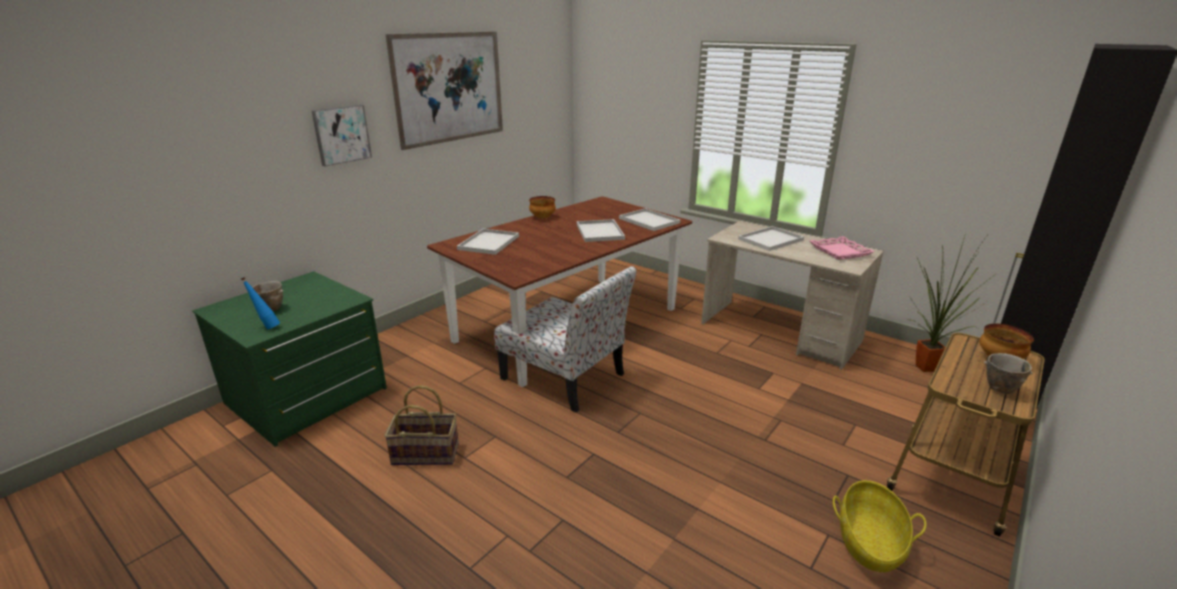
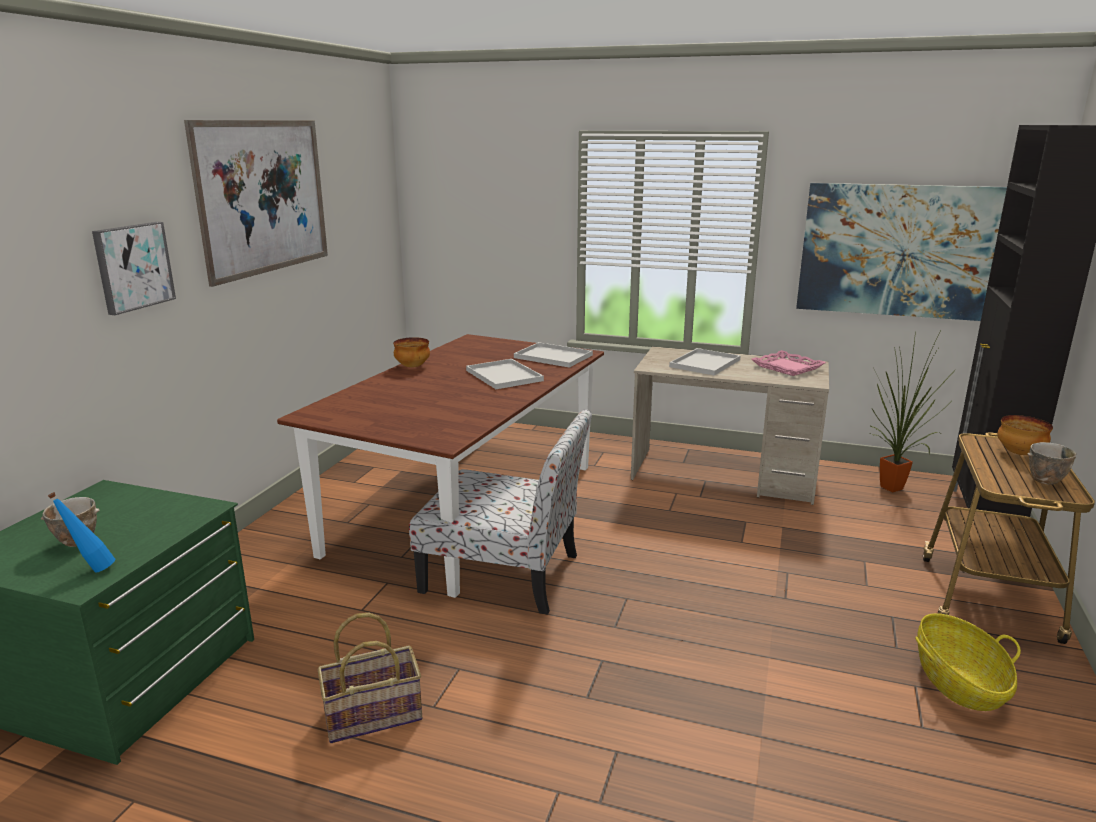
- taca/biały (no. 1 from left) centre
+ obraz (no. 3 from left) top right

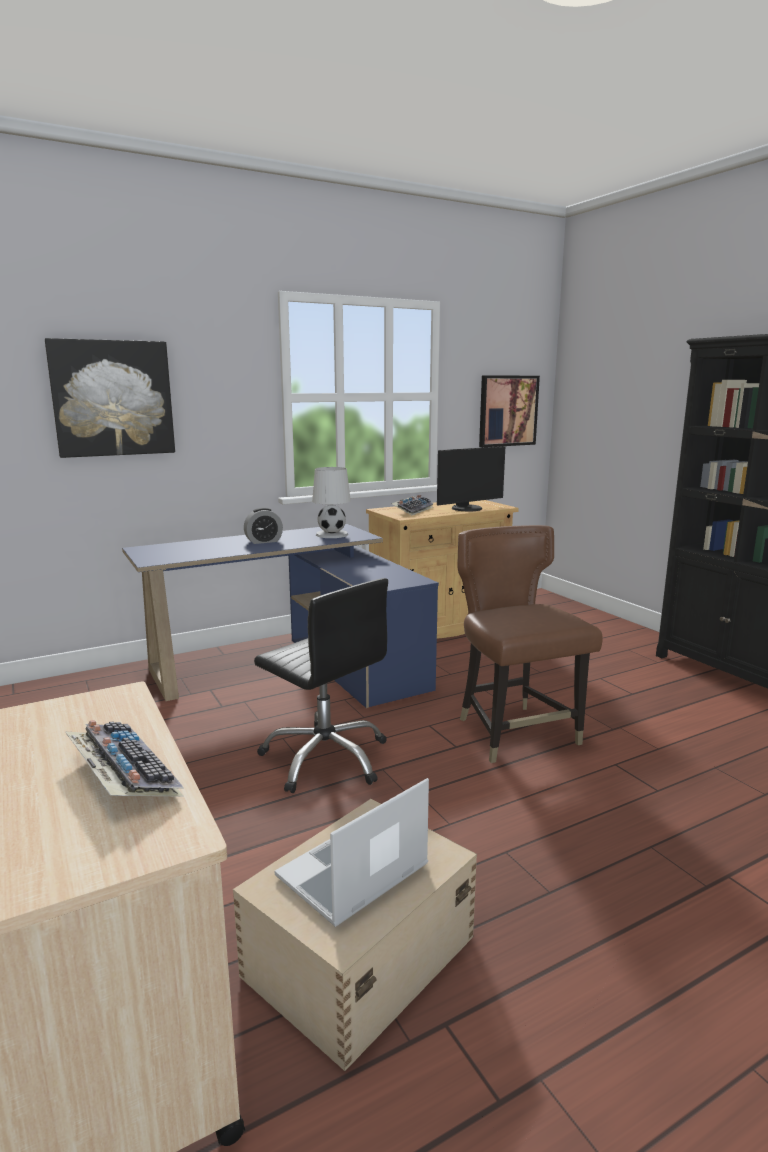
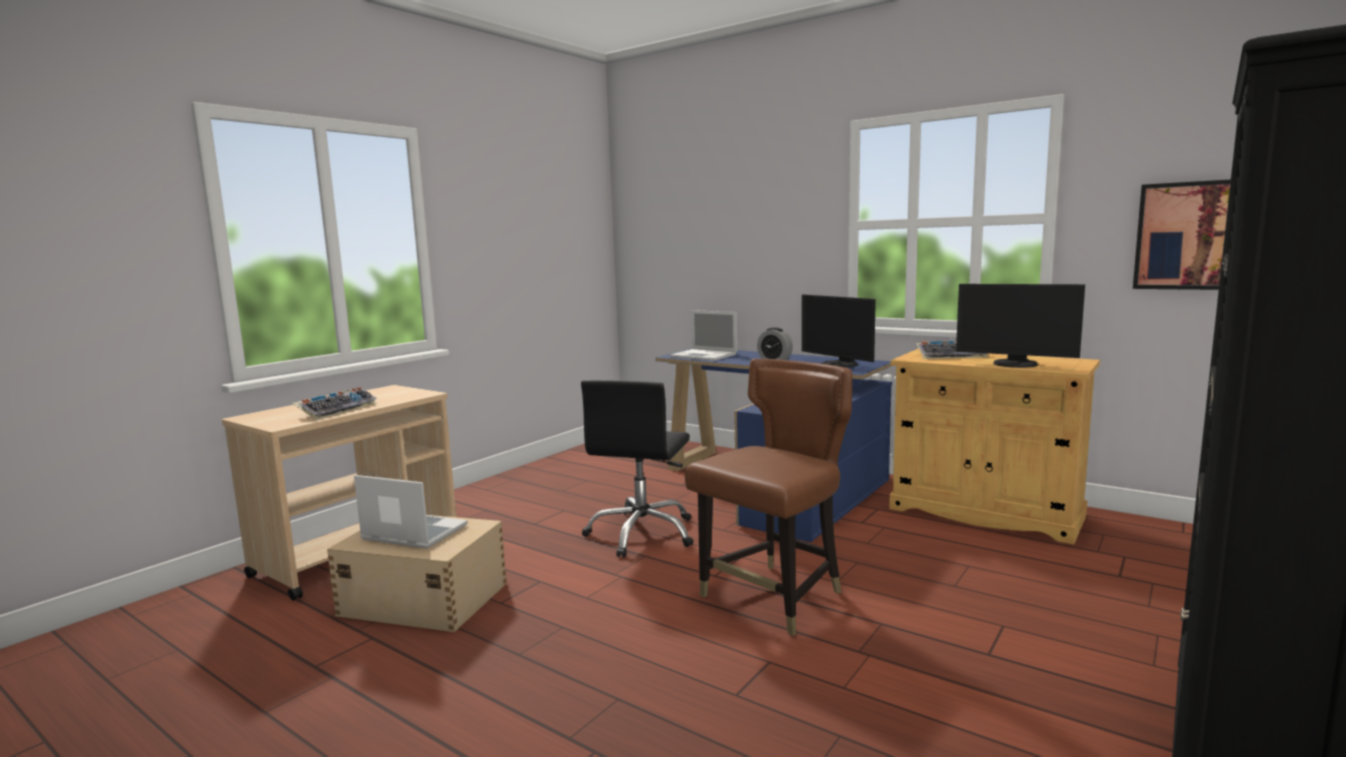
- obraz (no. 1 from left) middle left
~ lampa stołowa/biały centre to monitor (no. 1 from left) centre
+ laptop (no. 2 from left) centre

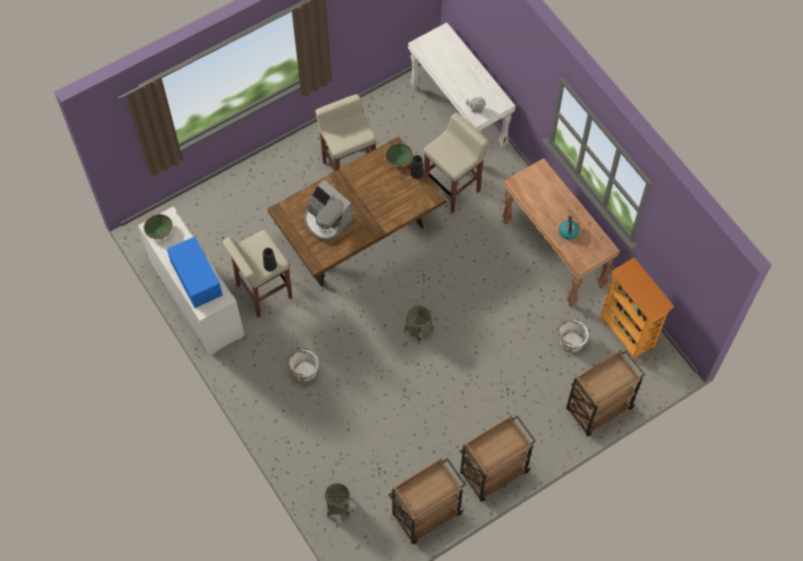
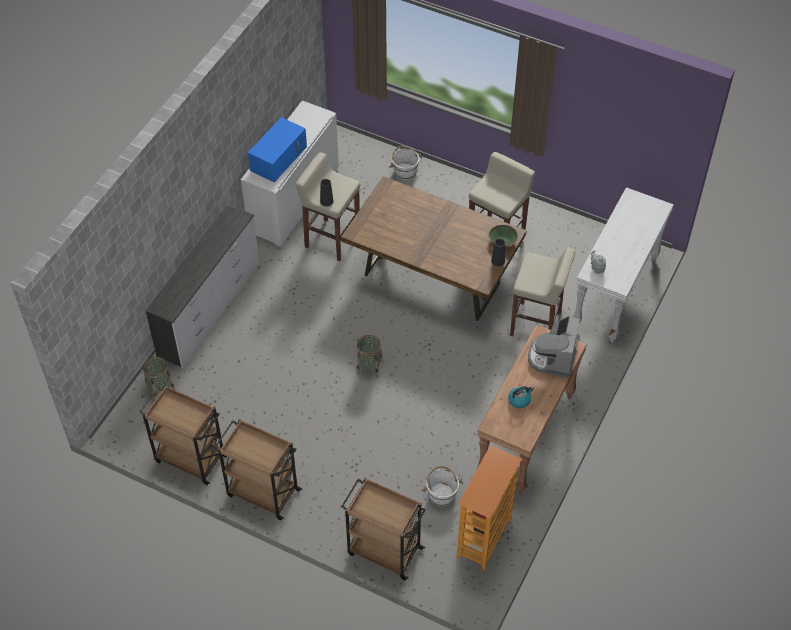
~ ekspres do kawy centre to middle right
- miska/zielony (no. 1 from left) middle left
~ wiadro/biały (no. 1 from left) centre to top centre
+ komoda/biały middle left

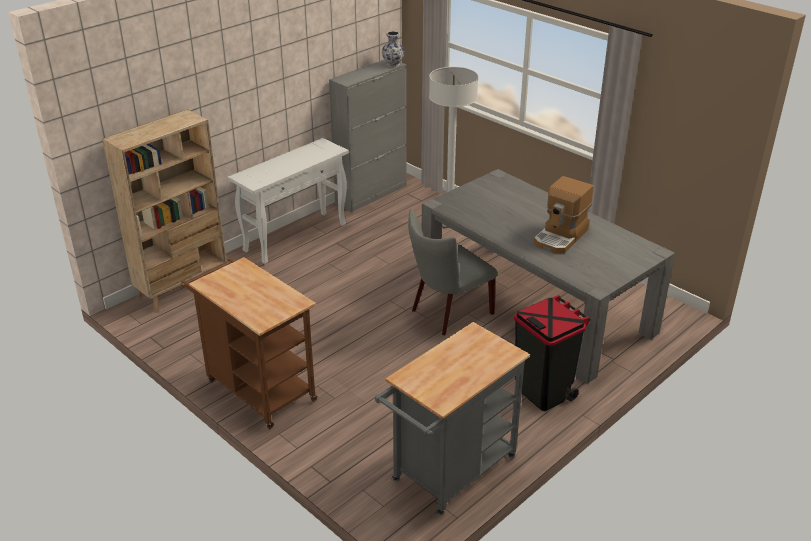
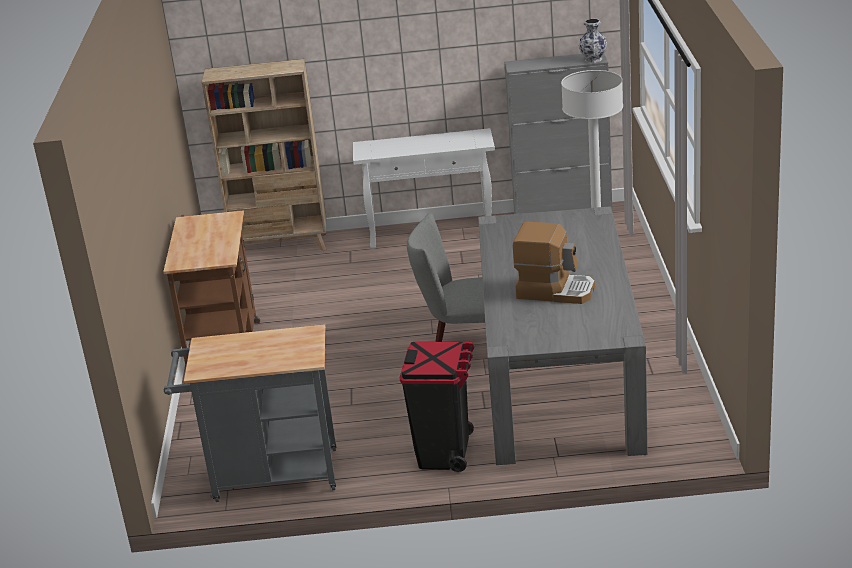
~ ekspres do kawy middle right = centre 150 degrees counterclockwise

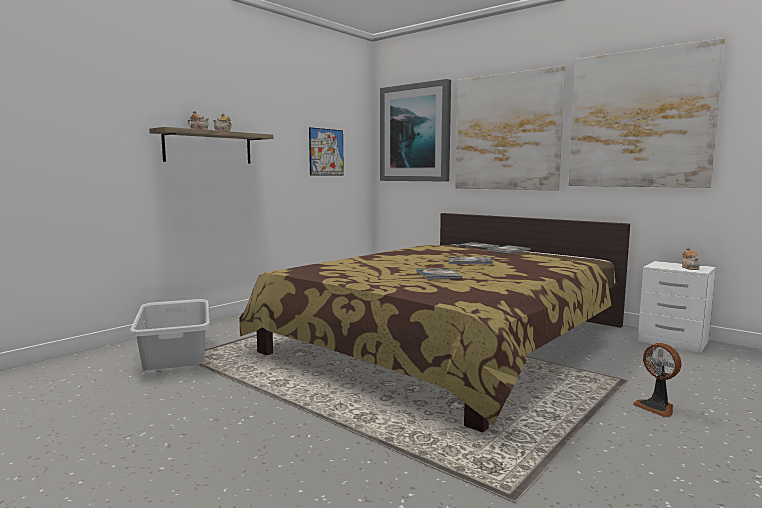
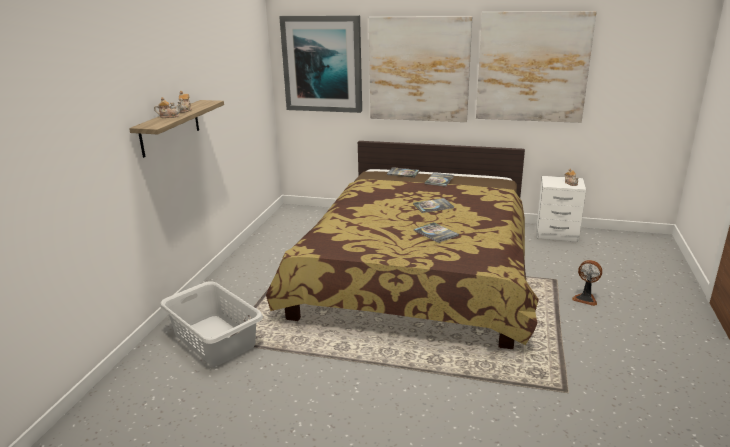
- obraz (no. 1 from left) top centre

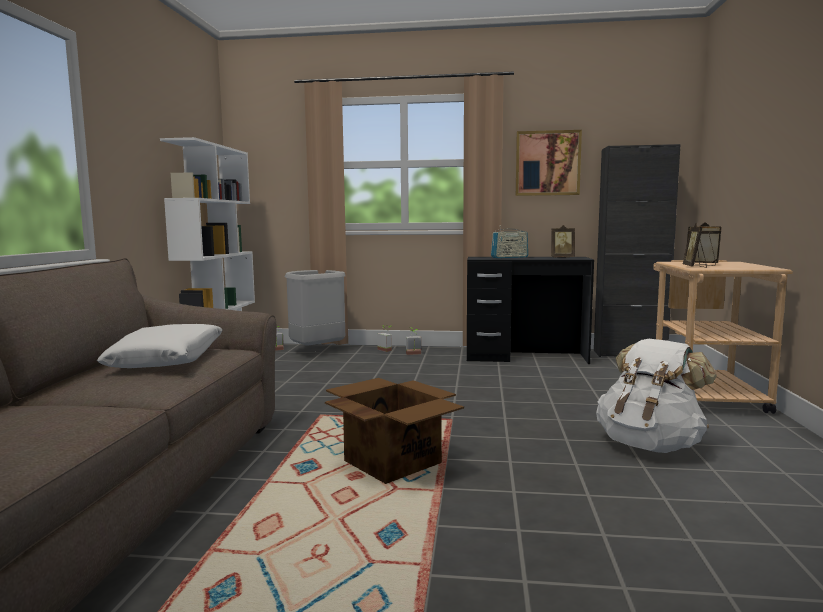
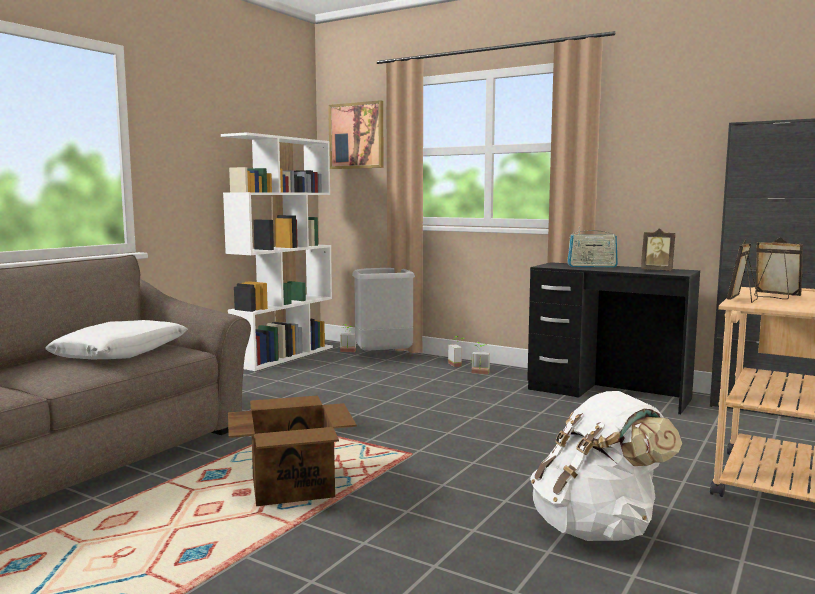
~ obraz top right to top centre

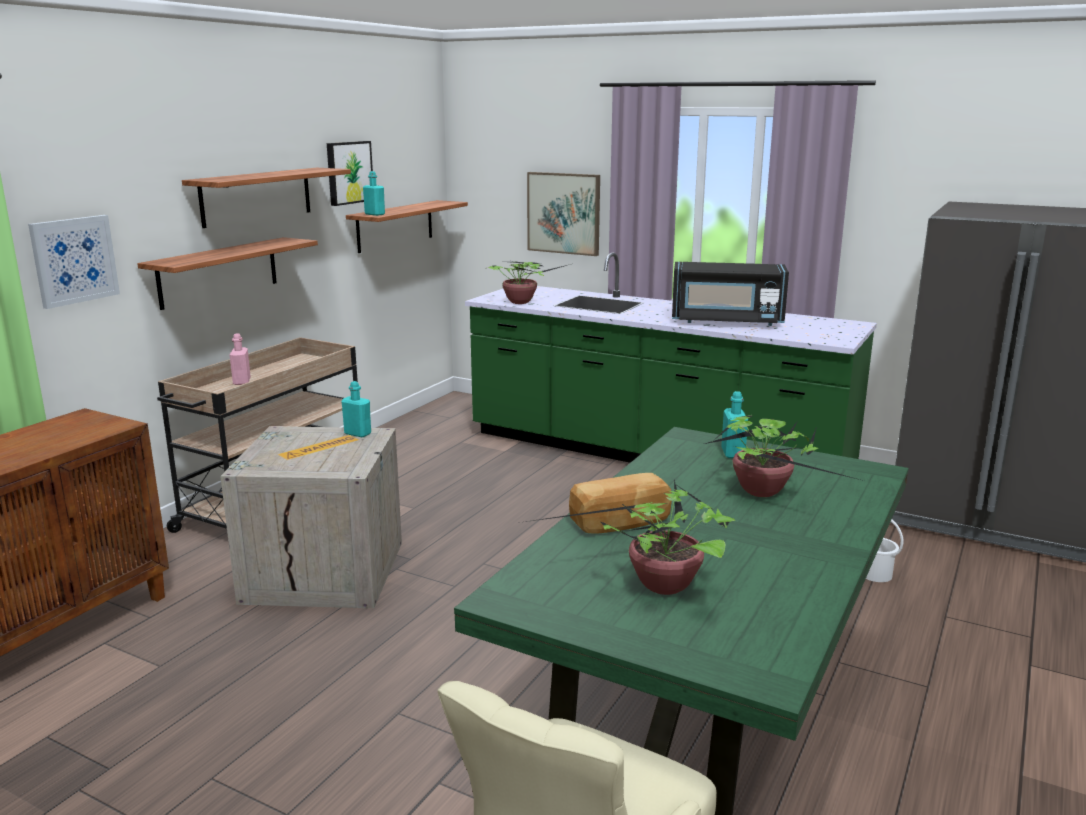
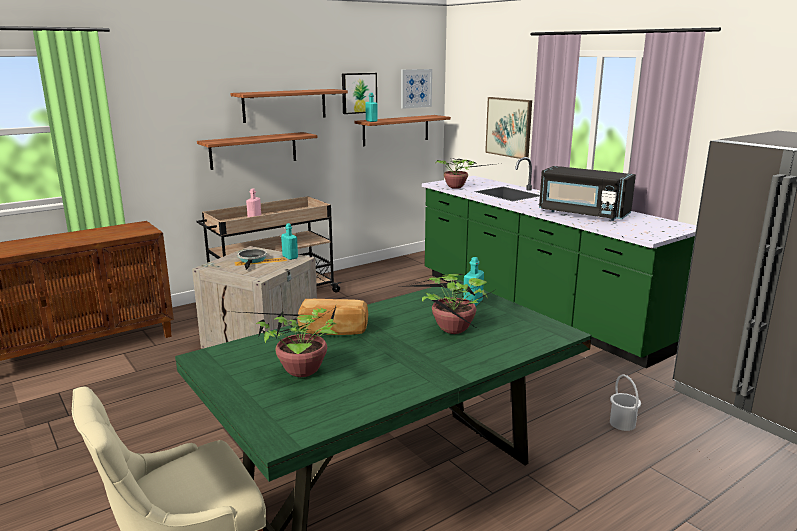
~ obraz (no. 1 from left in the first image) top left to obraz (no. 2 from left) top centre
+ patelnia middle left

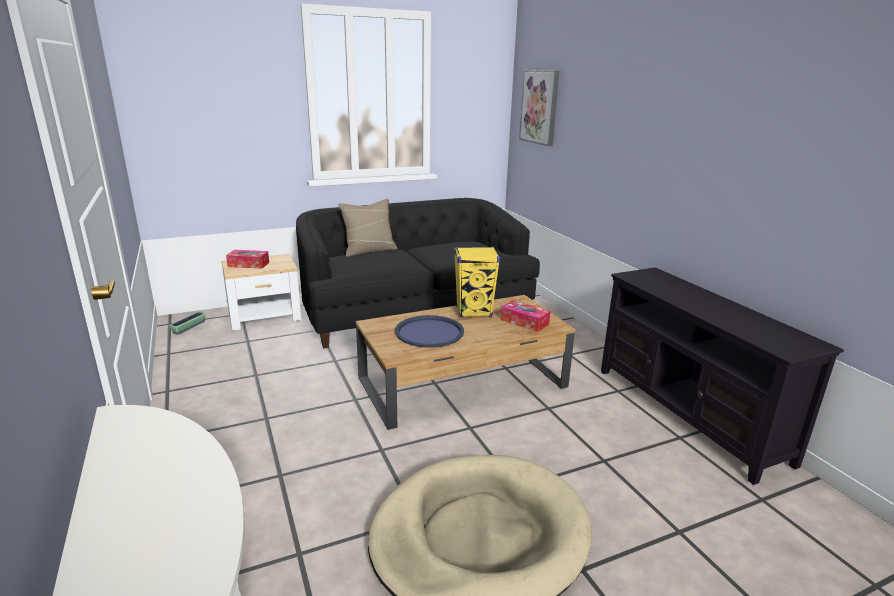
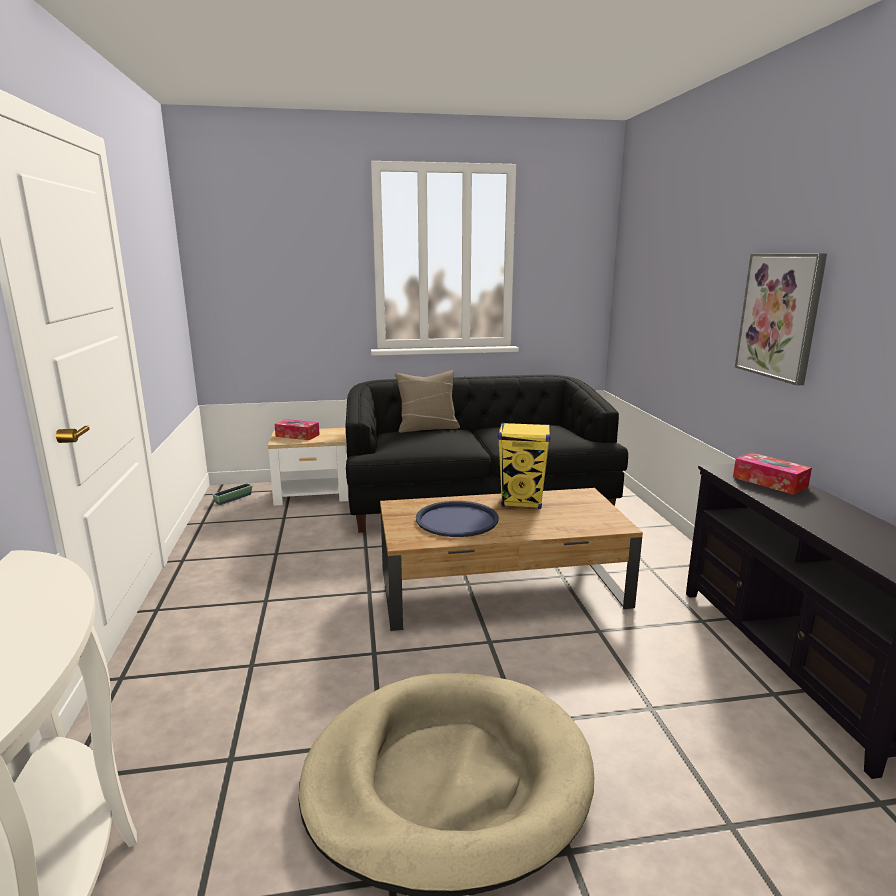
~ obraz top centre to middle right
~ pudełko chusteczek (no. 2 from left) centre to middle right

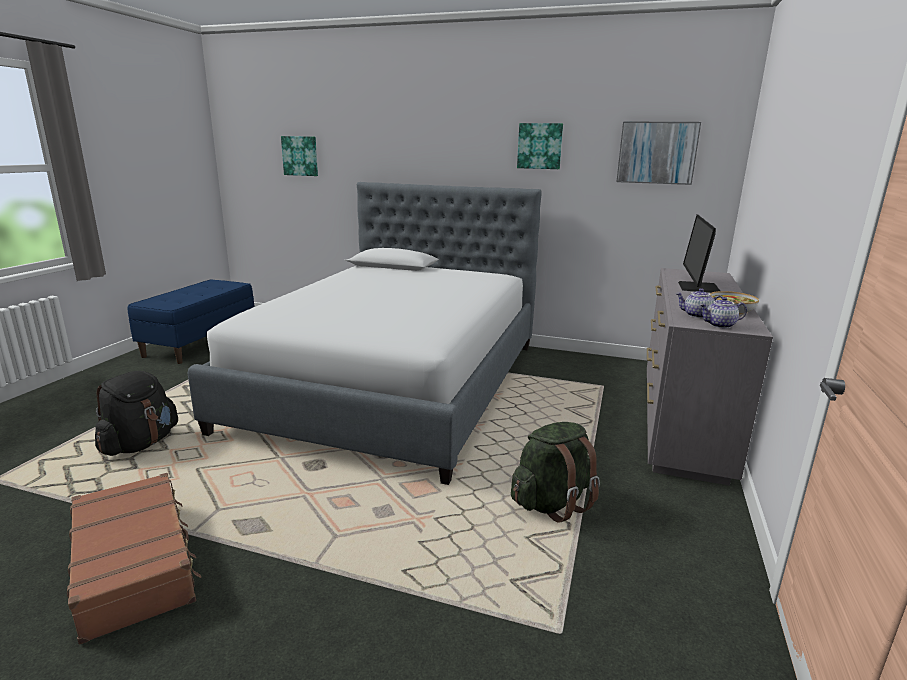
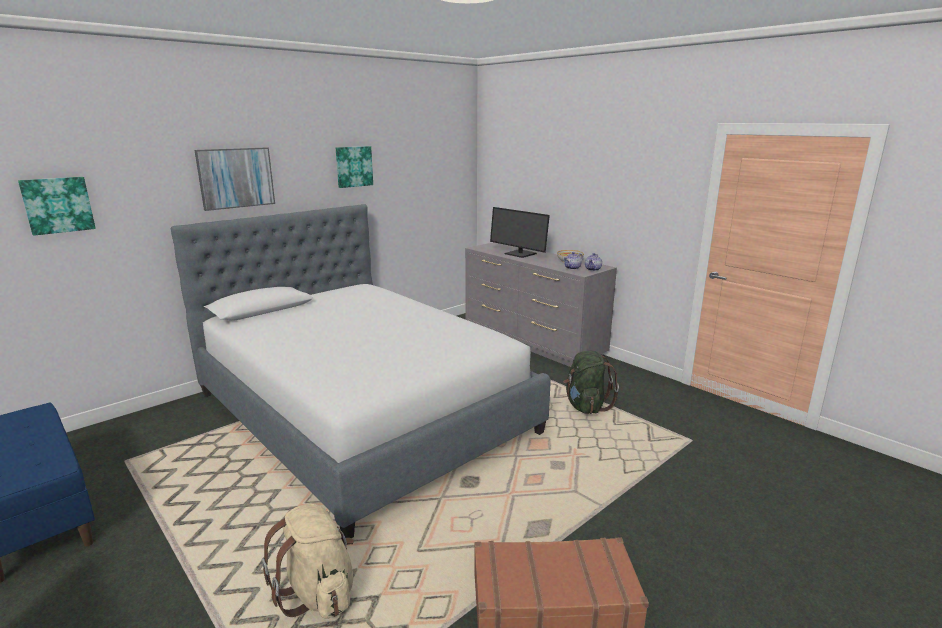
~ obraz (no. 3 from left in the first image) top right to obraz (no. 2 from left) top left
~ plecak/czarny middle left to plecak/beżowy bottom left

